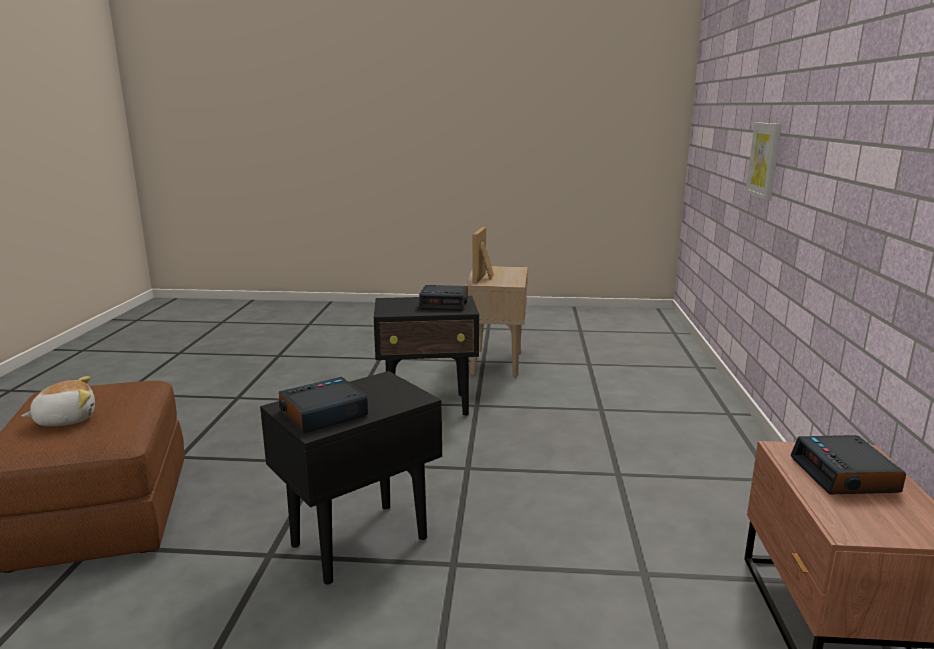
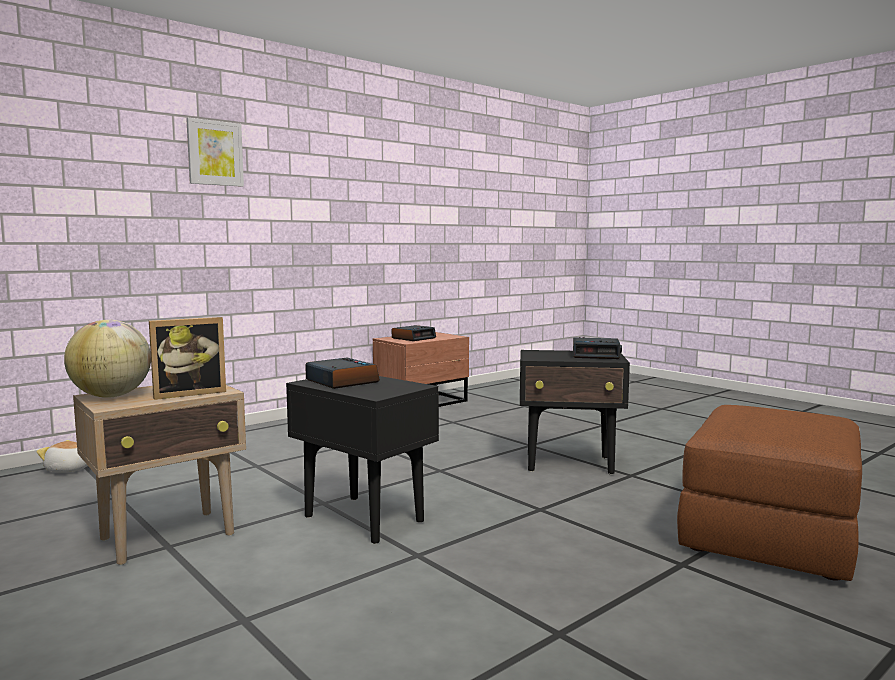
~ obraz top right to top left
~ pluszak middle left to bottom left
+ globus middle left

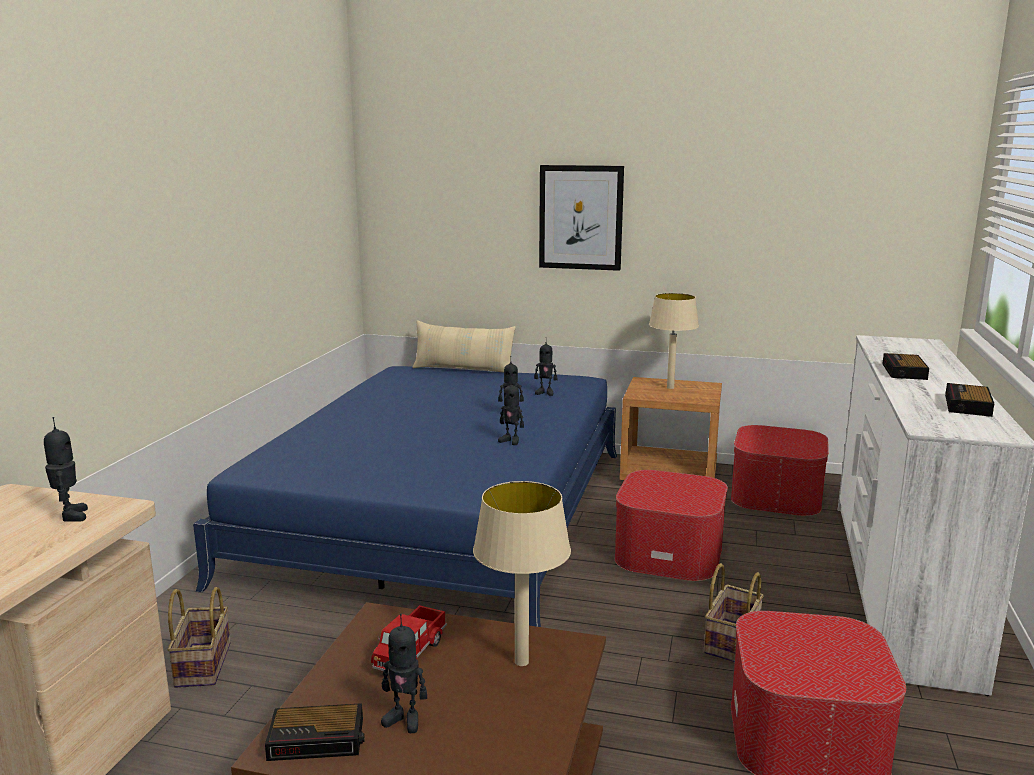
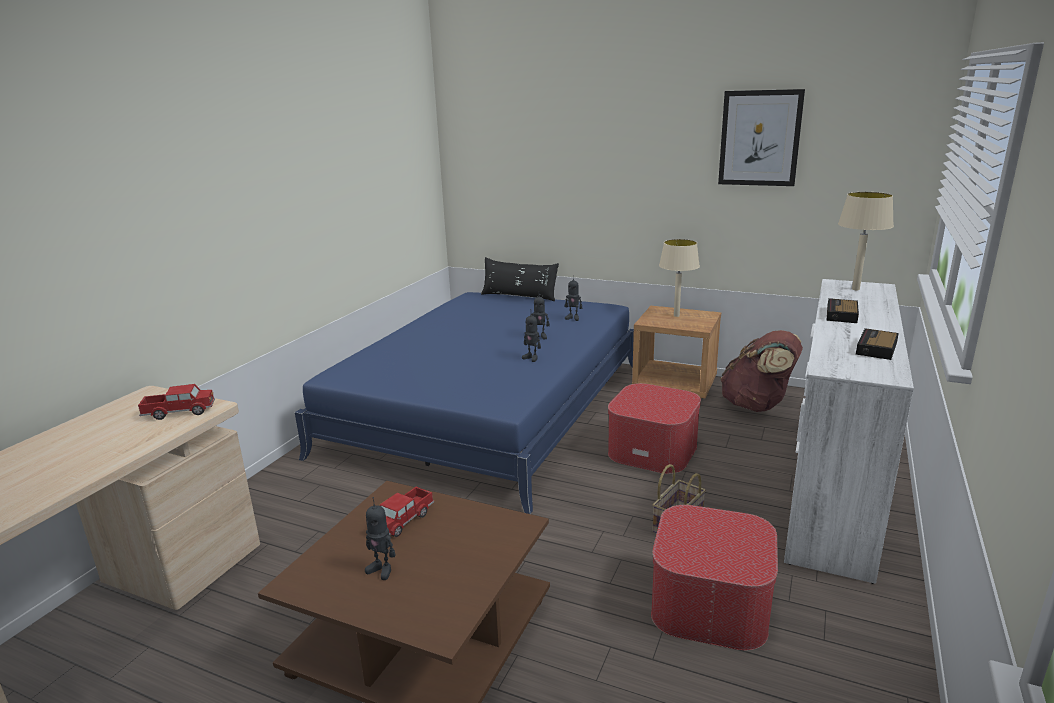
~ obraz top centre to top right
~ poduszka/beżowy centre to poduszka/czarny centre
~ robot zabawkowy (no. 1 from left) middle left to ciężarówka zabawkowa (no. 1 from left) middle left
~ pufa (no. 2 from left) middle right to plecak/brązowy middle right
~ lampa stołowa/beżowy (no. 1 from left in the first image) bottom centre to lampa stołowa/beżowy (no. 2 from left) middle right
- koszyk (no. 1 from left) bottom left
- budzik (no. 1 from left) bottom left

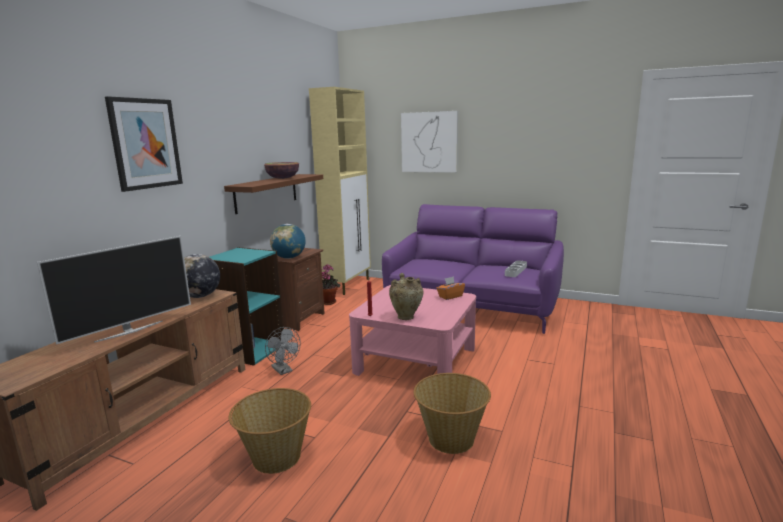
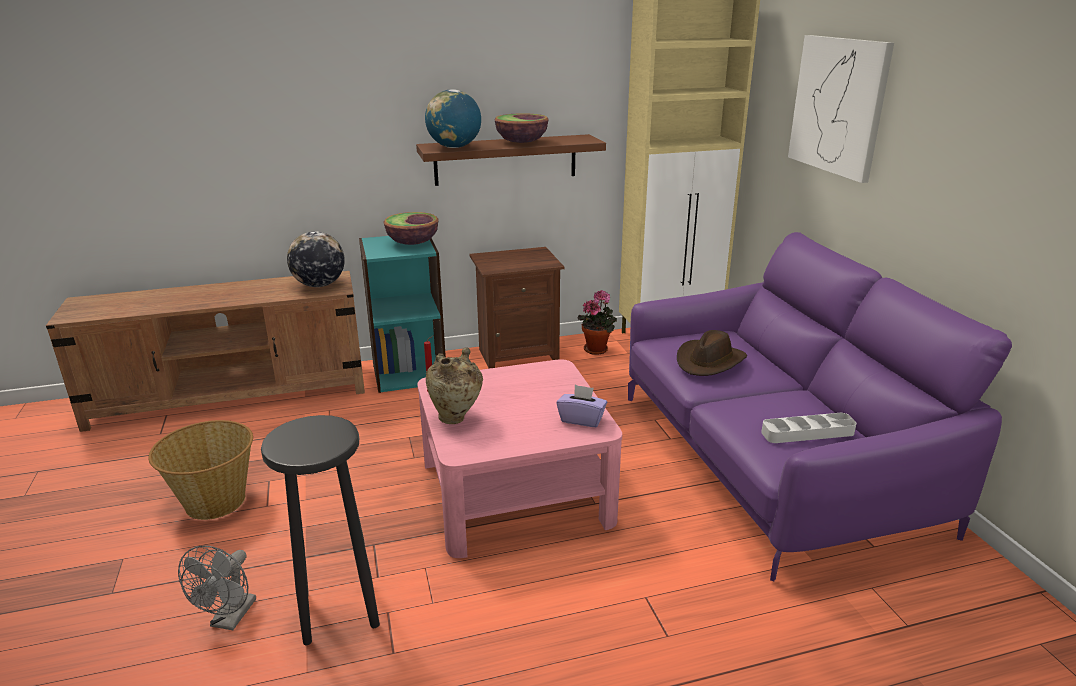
- obraz (no. 1 from left) top left
~ globus (no. 2 from left) centre to top centre
- telewizor middle left
~ pudełko chusteczek/pomarańczowy centre to pudełko chusteczek/fioletowy centre
~ wentylator/szary bottom centre to bottom left
~ koszyk (no. 2 from left) bottom centre to stołek/czarny bottom left
+ miska (no. 1 from left) top centre
+ kapelusz/brązowy centre

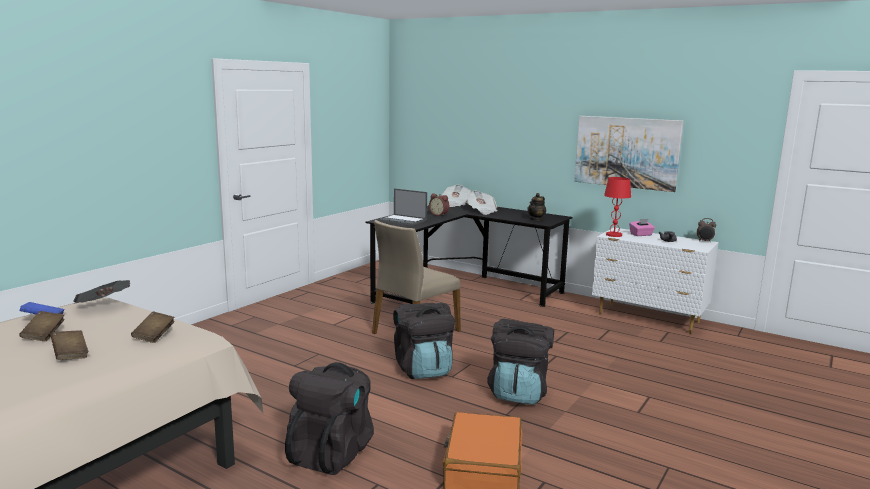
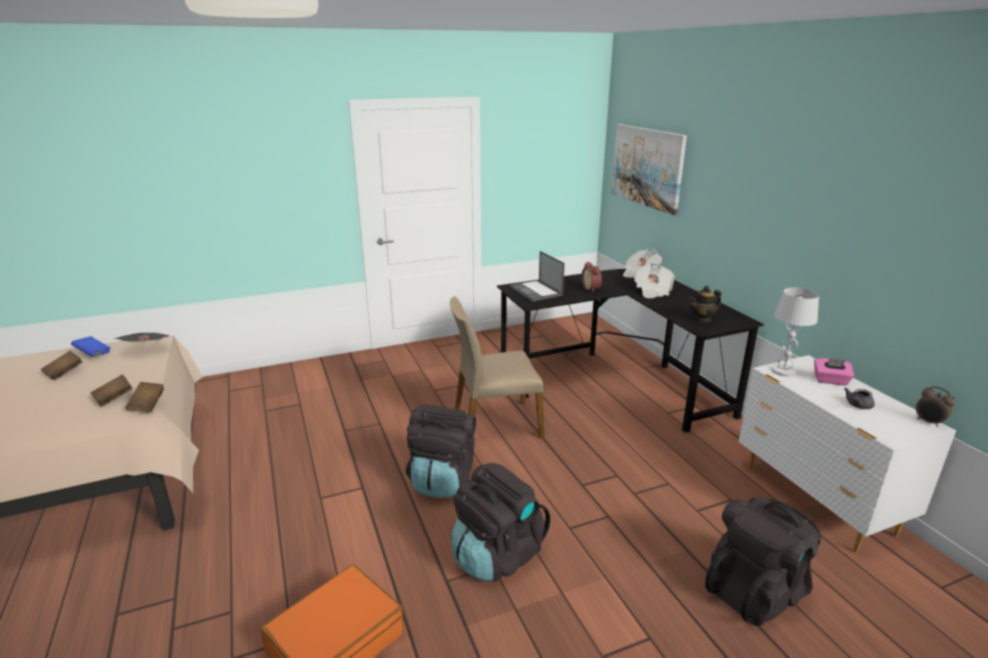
~ obraz top right to top centre
~ lampa stołowa/czerwony middle right to lampa stołowa/biały middle right
~ książka/brązowy (no. 2 from left in the first image) bottom left to książka/brązowy (no. 3 from left) middle left
~ plecak/czarny (no. 1 from left in the first image) bottom centre to plecak/czarny (no. 3 from left) bottom right

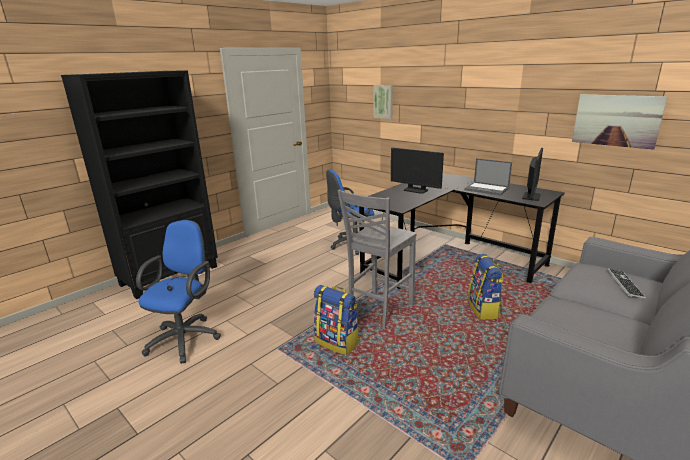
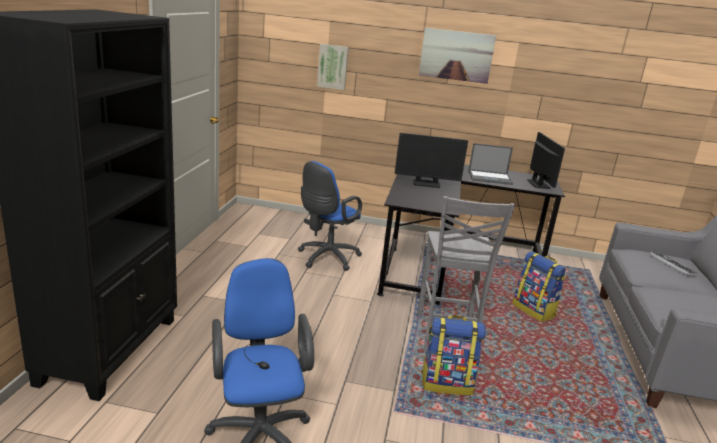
~ obraz (no. 2 from left) top right to top centre

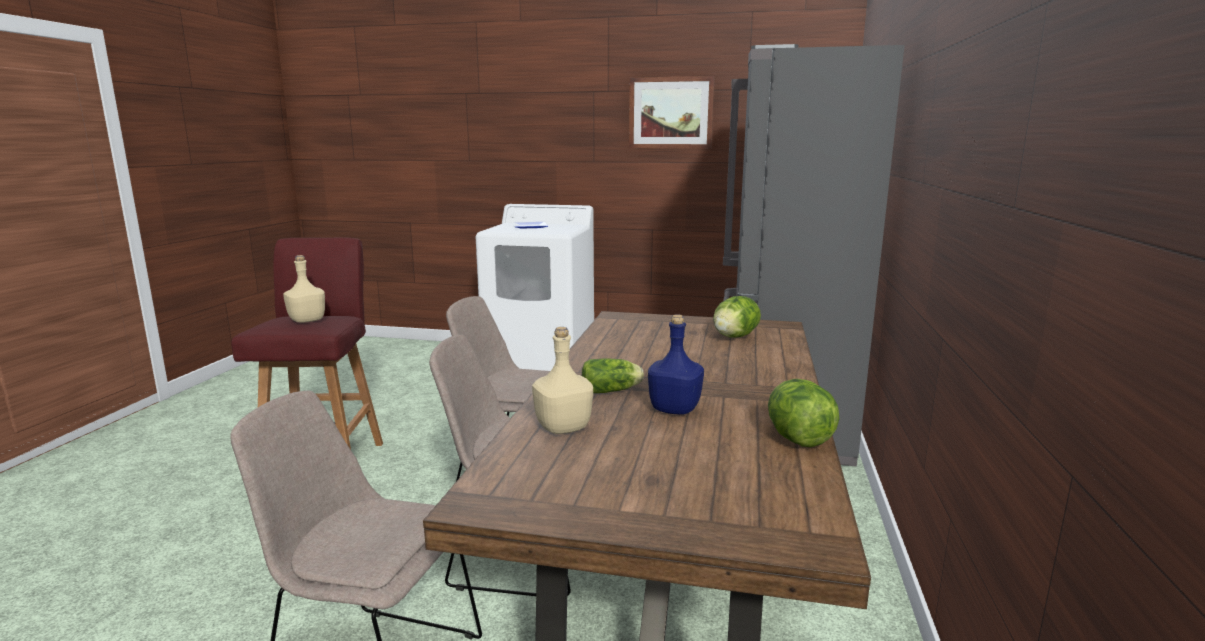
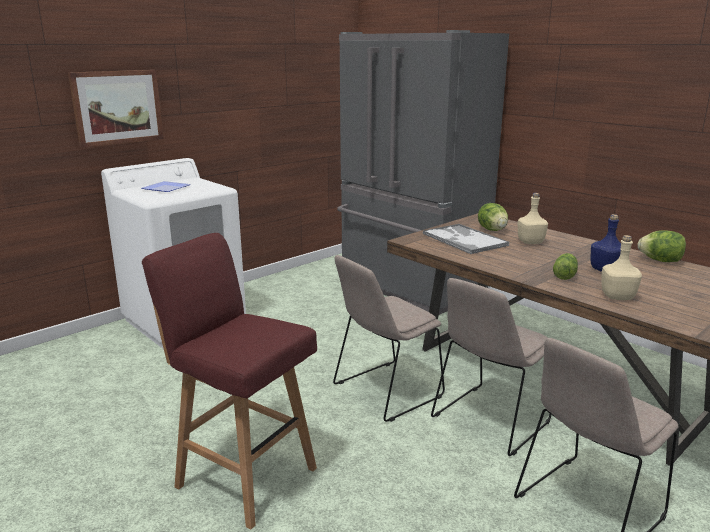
~ obraz top centre to top left
~ butelka/beżowy (no. 1 from left) middle left to middle right
+ taca centre

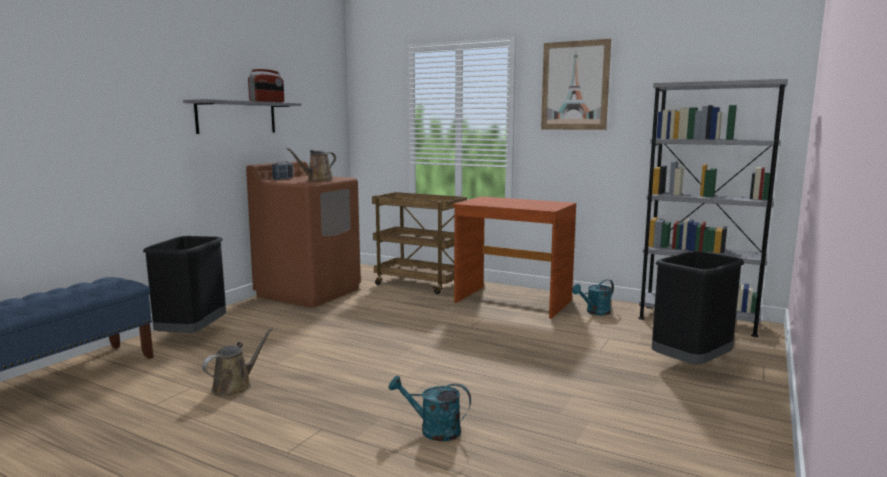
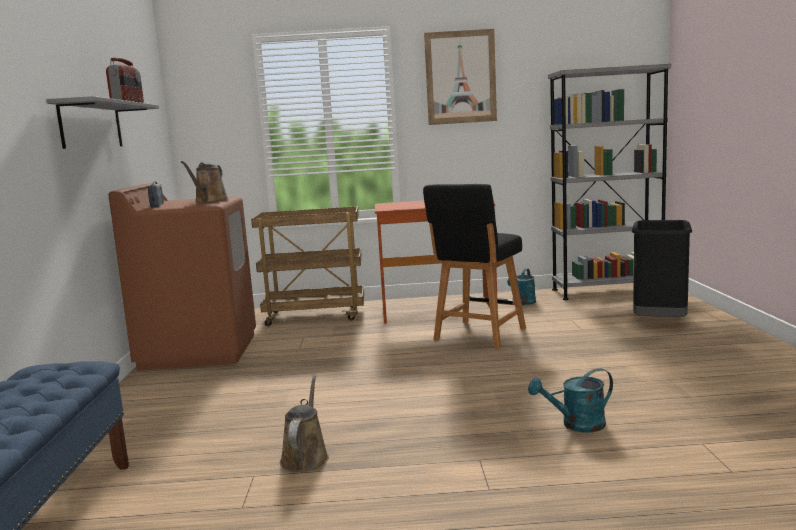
- kosz na śmieci/czarny (no. 1 from left) middle left
+ stołek/czarny centre

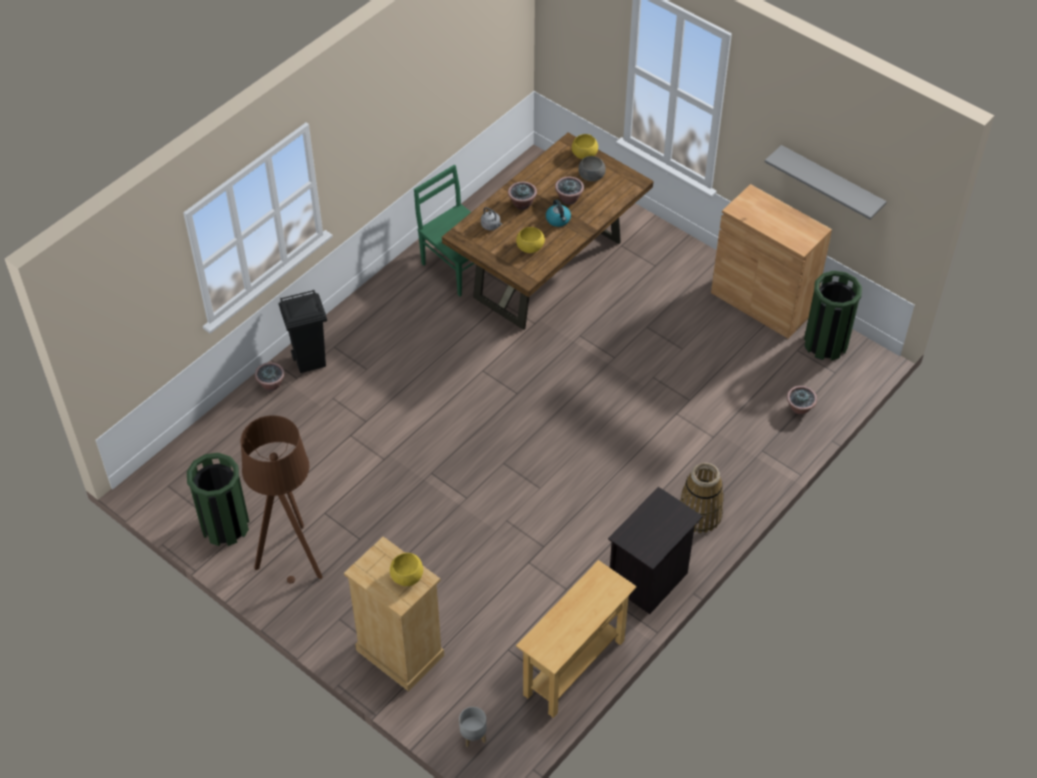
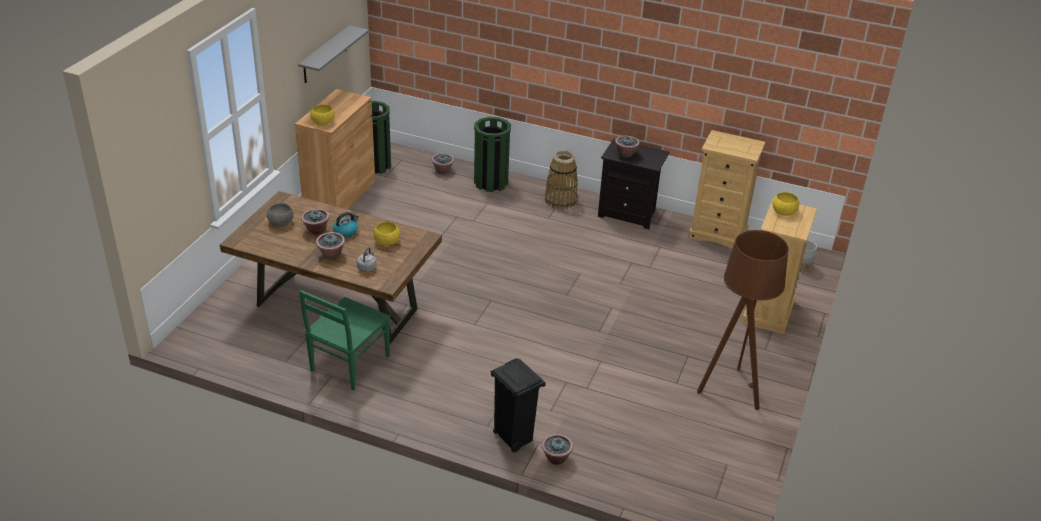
~ miska/żółty (no. 3 from left in the first image) top centre to miska/żółty (no. 1 from left) top left
~ kosz na śmieci/zielony (no. 1 from left in the first image) middle left to kosz na śmieci/zielony (no. 2 from left) top centre
~ stolik konsolowy/beżowy bottom centre to komoda/beżowy (no. 1 from left) middle right
+ roślina doniczkowa (no. 5 from left) top centre

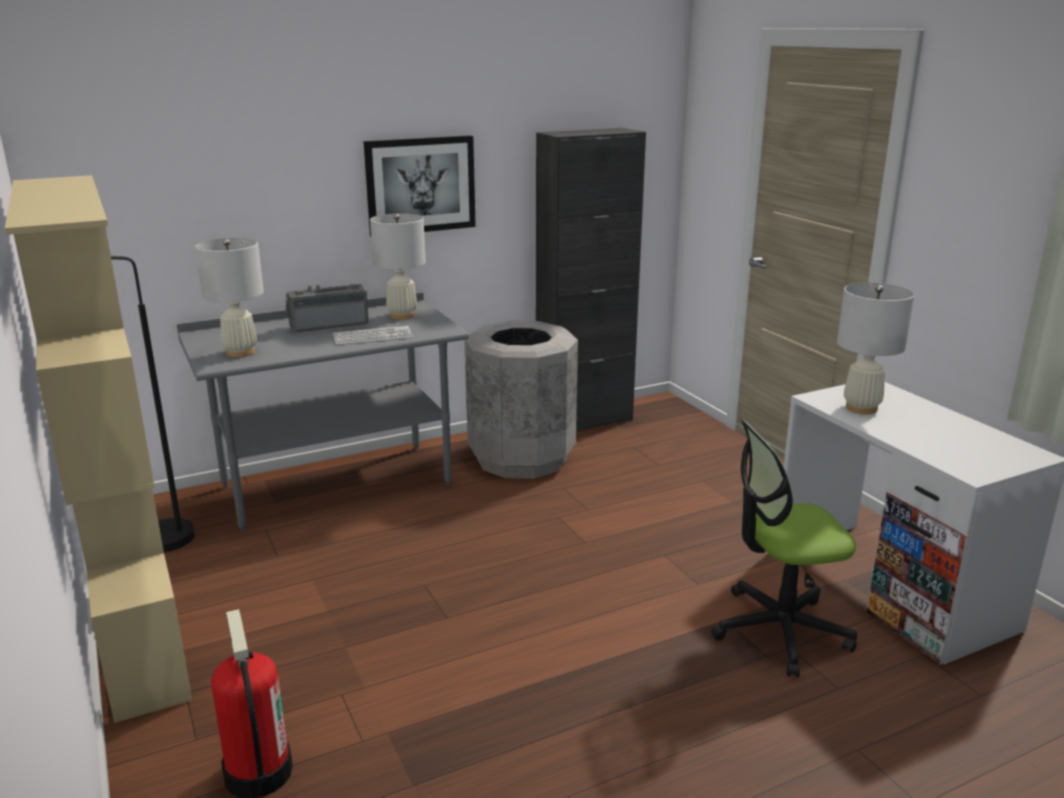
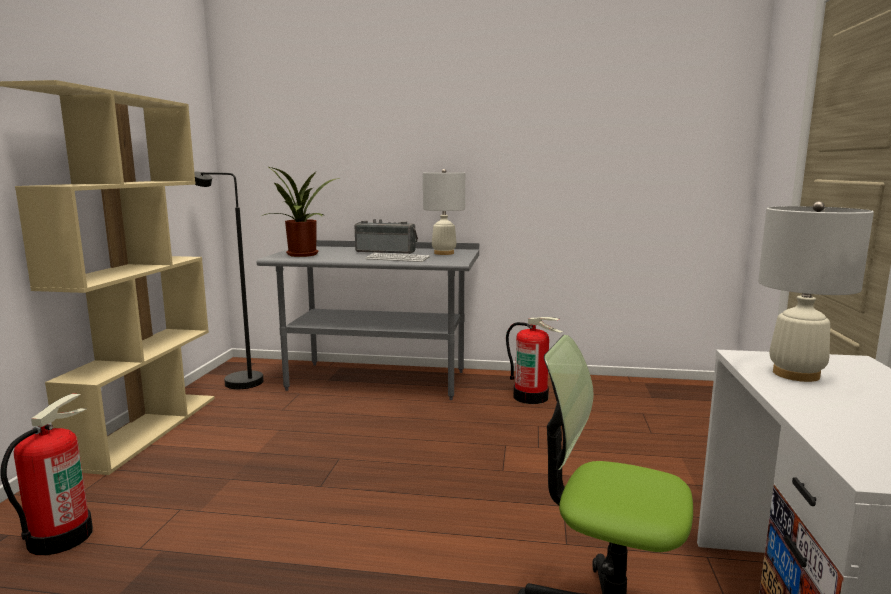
- szafka/czarny centre
- obraz top centre
~ lampa stołowa/biały (no. 1 from left) middle left to roślina doniczkowa centre
~ kosz na śmieci/szary centre to gaśnica (no. 2 from left) centre

